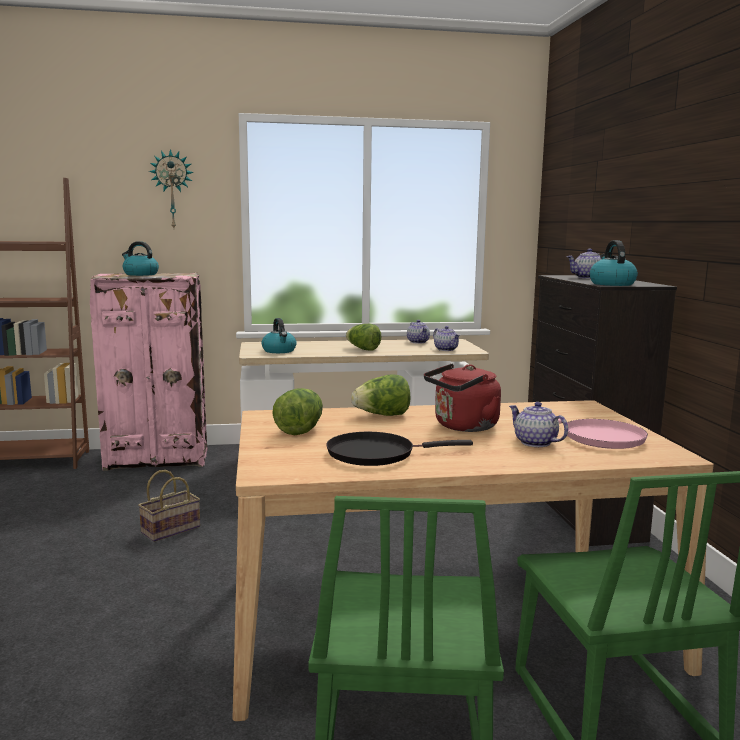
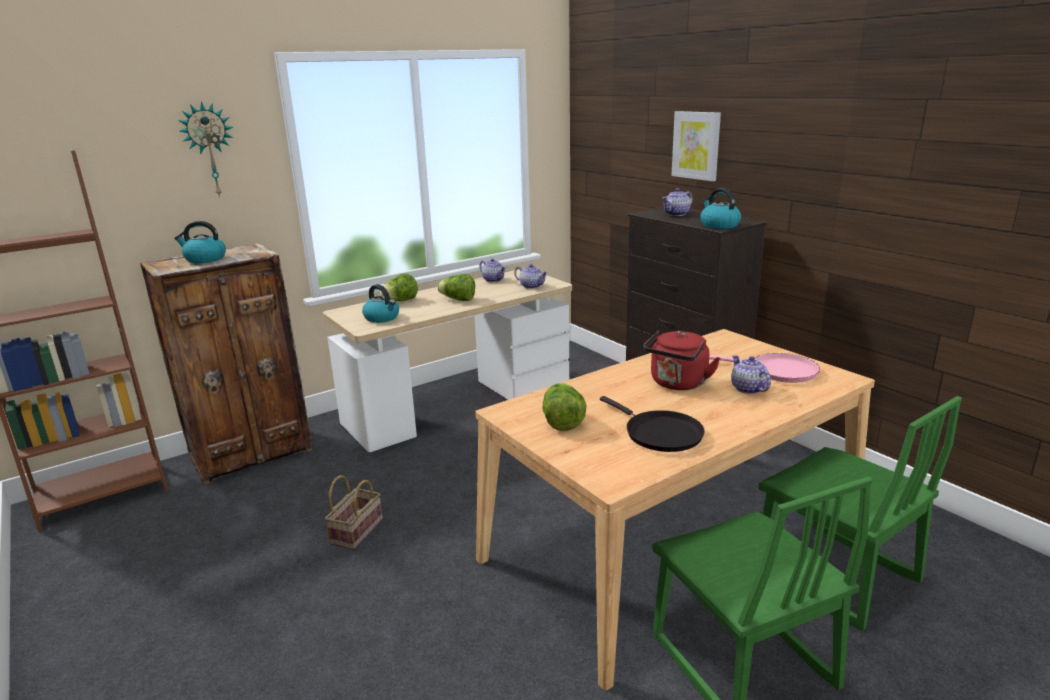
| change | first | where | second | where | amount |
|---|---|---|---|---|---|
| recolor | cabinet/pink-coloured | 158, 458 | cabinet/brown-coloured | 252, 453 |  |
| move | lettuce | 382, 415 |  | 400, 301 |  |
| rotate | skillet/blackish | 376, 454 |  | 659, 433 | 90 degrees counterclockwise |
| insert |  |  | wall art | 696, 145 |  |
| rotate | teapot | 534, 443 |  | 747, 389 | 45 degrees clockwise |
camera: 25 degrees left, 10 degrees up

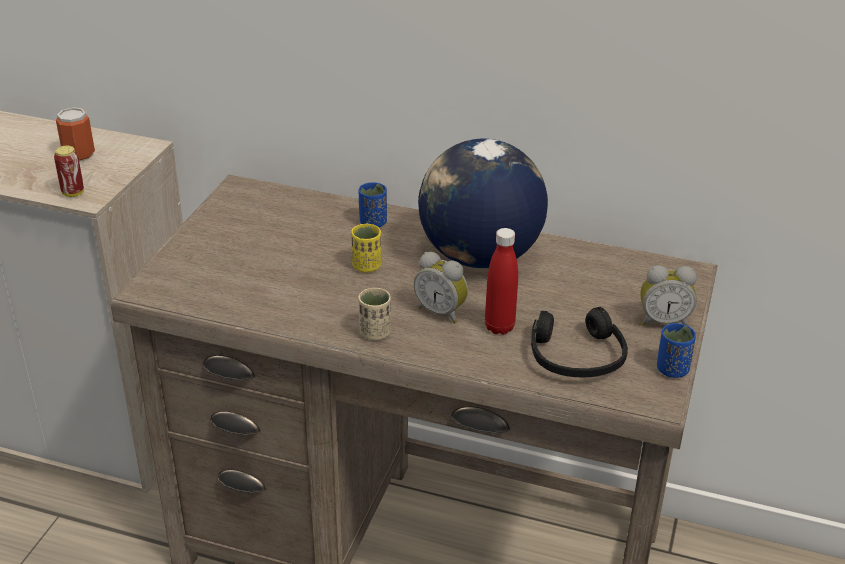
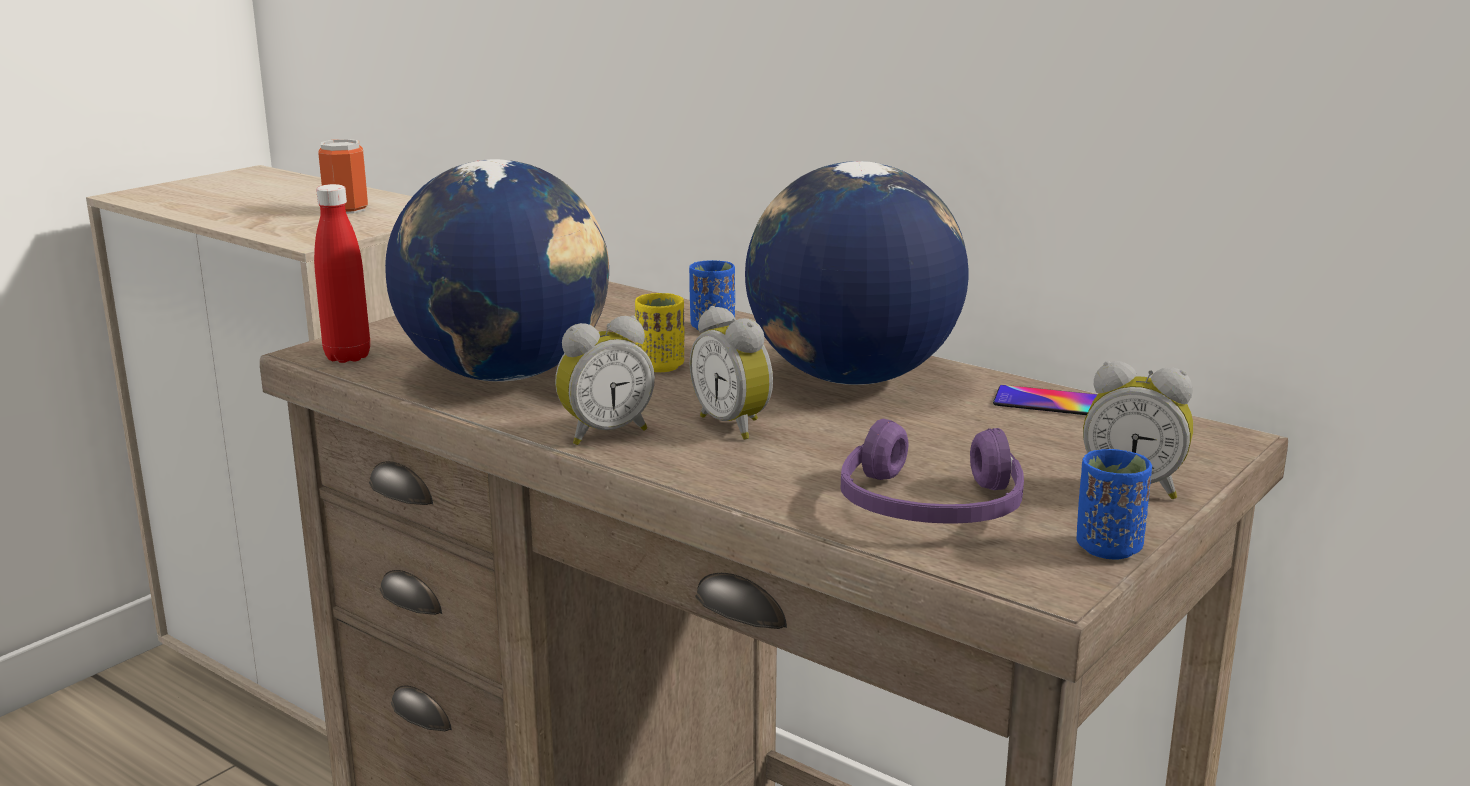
| change | first | where | second | where | amount |
|---|---|---|---|---|---|
| move | drink bottle/red | 499, 327 |  | 347, 357 |  |
| insert |  |  | world globe | 506, 374 |  |
| replace | cup/sand-coloured | 375, 333 | bedside clock | 604, 433 |  |
| recolor | pair of headphones/blackish | 576, 356 | pair of headphones/purple | 931, 505 |  |
| insert |  |  | telephone | 1052, 403 |  |
| delete | metal can | 73, 193 |  |  |  |
camera: 20 degrees right, 15 degrees down

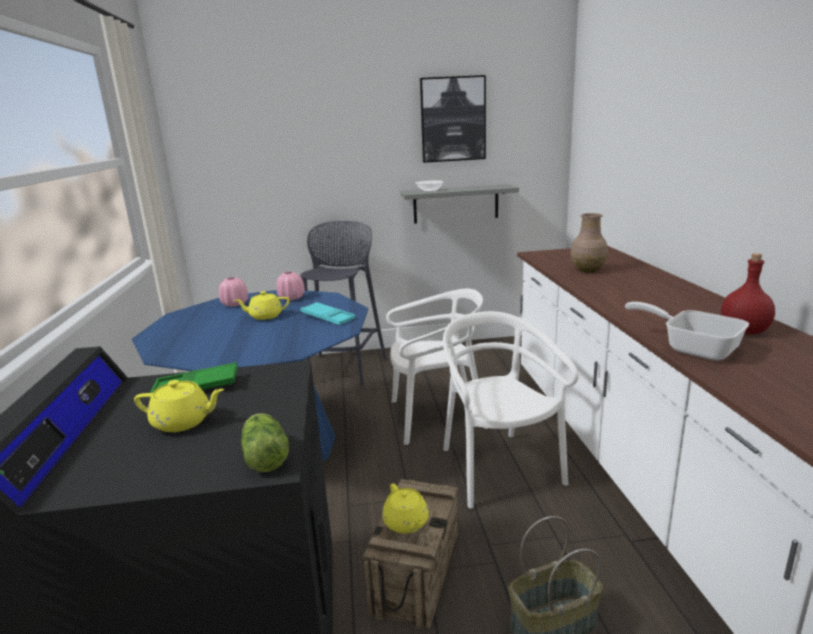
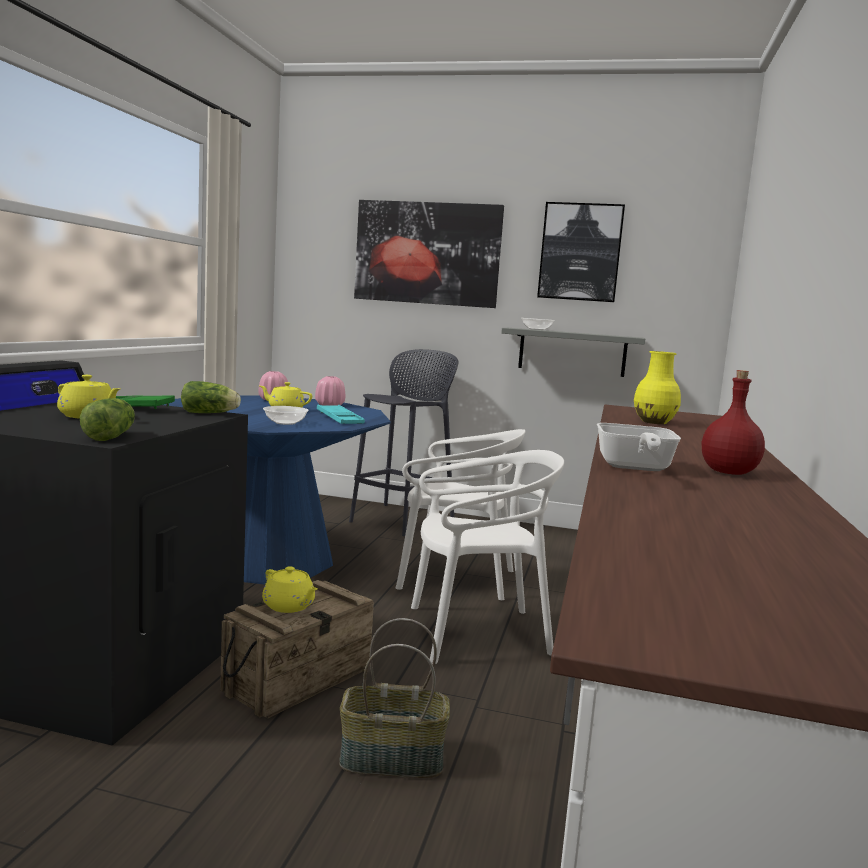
| change | first | where | second | where | amount |
|---|---|---|---|---|---|
| insert |  |  | lettuce | 211, 413 |  |
| rotate | teapot/yellow-coloured | 406, 523 |  | 289, 606 | 45 degrees counterclockwise |
| insert |  |  | bowl | 285, 423 |  |
| insert |  |  | wall art | 427, 253 |  |
| rotate | upright chair/whitish | 498, 468 |  | 477, 633 | 75 degrees clockwise |
| rotate | skillet | 692, 348 |  | 633, 468 | 150 degrees counterclockwise |
| recolor | flower vase/brown-coloured | 587, 270 | flower vase/yellow-coloured | 653, 422 |  |
camera: 20 degrees right, 10 degrees down

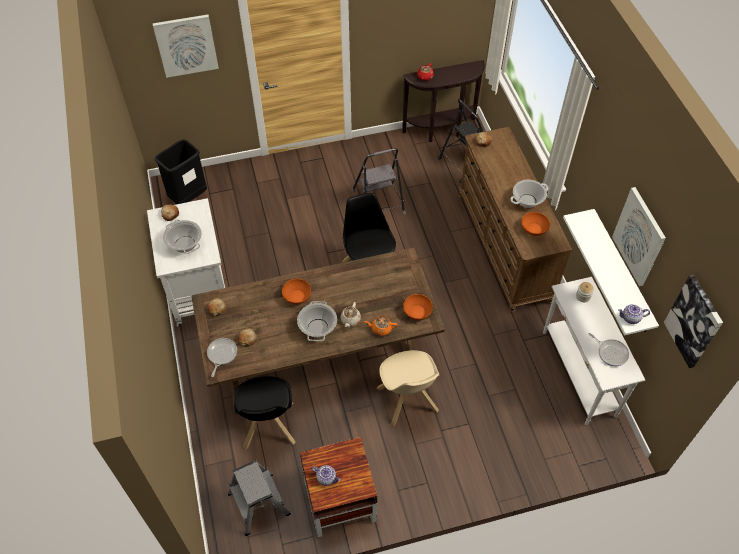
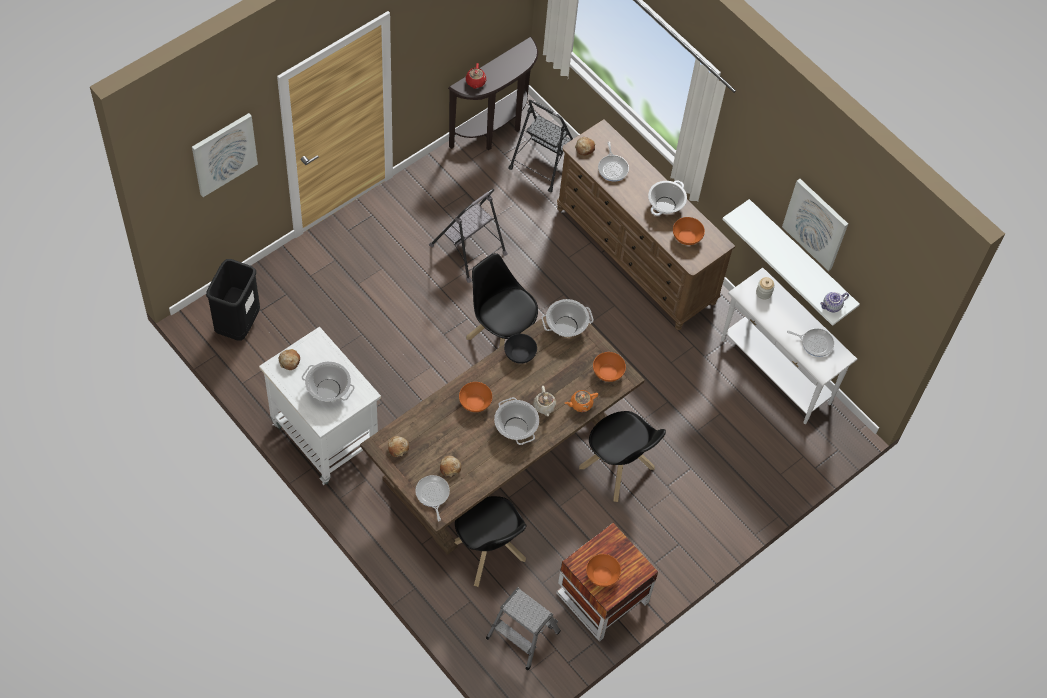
| change | first | where | second | where | amount |
|---|---|---|---|---|---|
| insert |  |  | bowl/blackish | 519, 354 |  |
| insert |  |  | cooking pot | 566, 326 |  |
| recolor | upright chair/sand-coloured | 407, 401 | upright chair/blackish | 618, 469 |  |
| replace | teapot | 327, 478 | bowl/orangey | 602, 575 |  |
| insert |  |  | skillet | 613, 168 |  |
| delete | wall art | 694, 321 |  |  |  |
camera: 30 degrees left, 5 degrees up

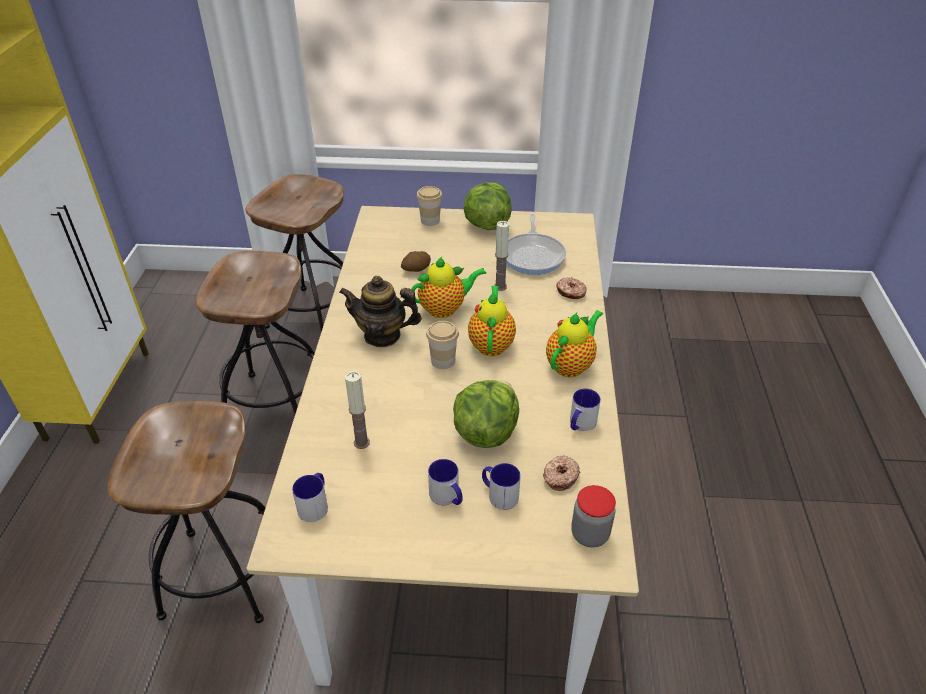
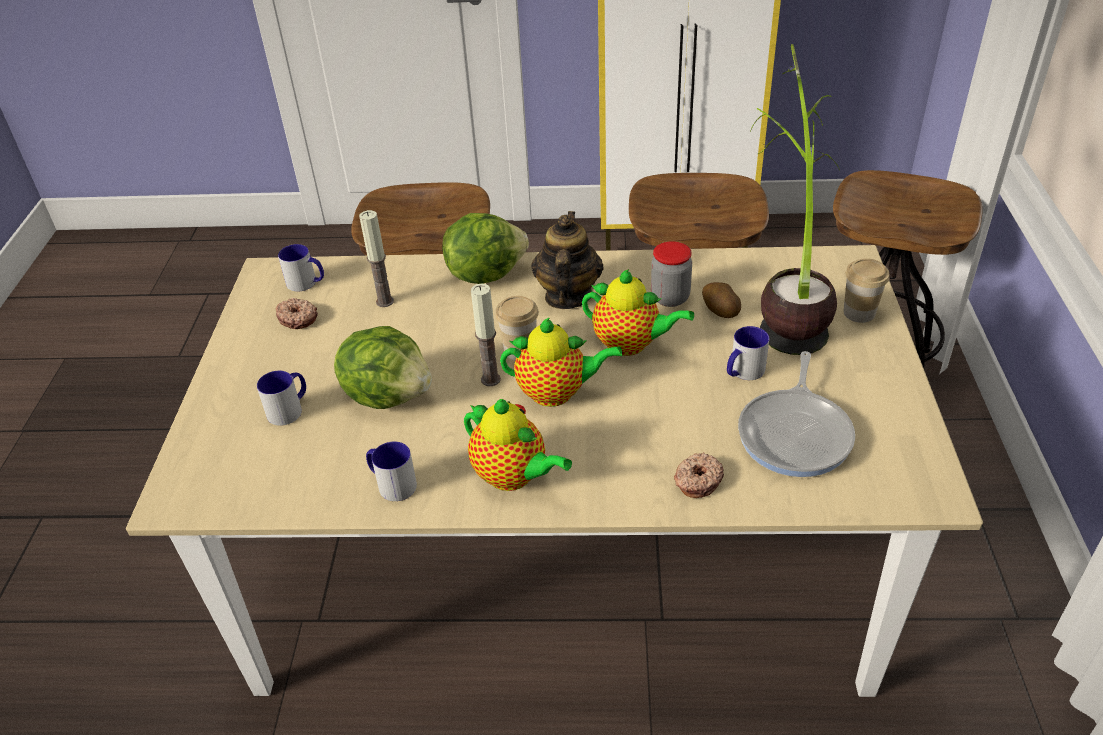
| change | first | where | second | where | amount |
|---|---|---|---|---|---|
| move | donut | 560, 477 |  | 298, 318 |  |
| move | lettuce | 486, 224 |  | 485, 273 |  |
| move | wax candle | 500, 286 |  | 490, 379 |  |
| rotate | teapot | 445, 309 |  | 631, 344 | 45 degrees counterclockwise |
| move | jar | 589, 534 |  | 670, 298 |  |
| move | mug | 447, 497 |  | 743, 372 |  |
| rotate | skillet | 533, 255 |  | 796, 434 | 75 degrees counterclockwise |
| insert |  |  | houseplant | 787, 305 |  |
camera: 90 degrees right, 0 degrees up

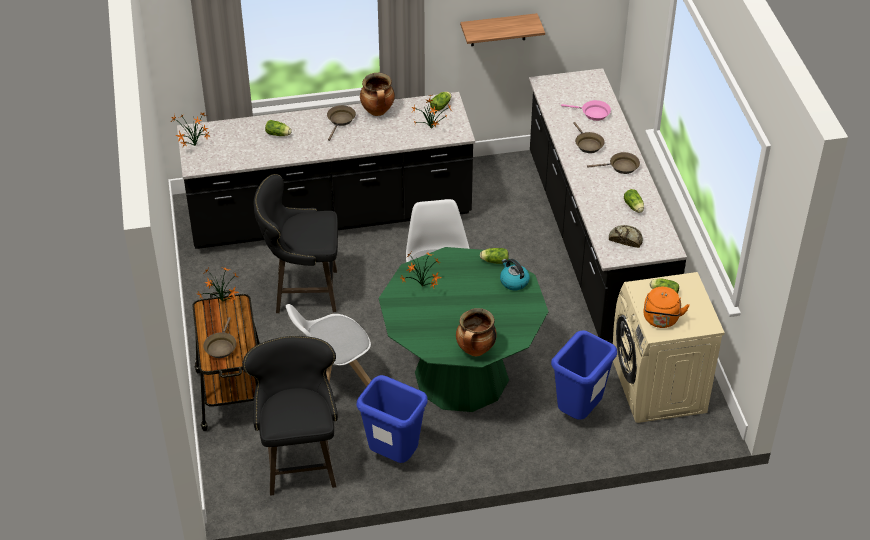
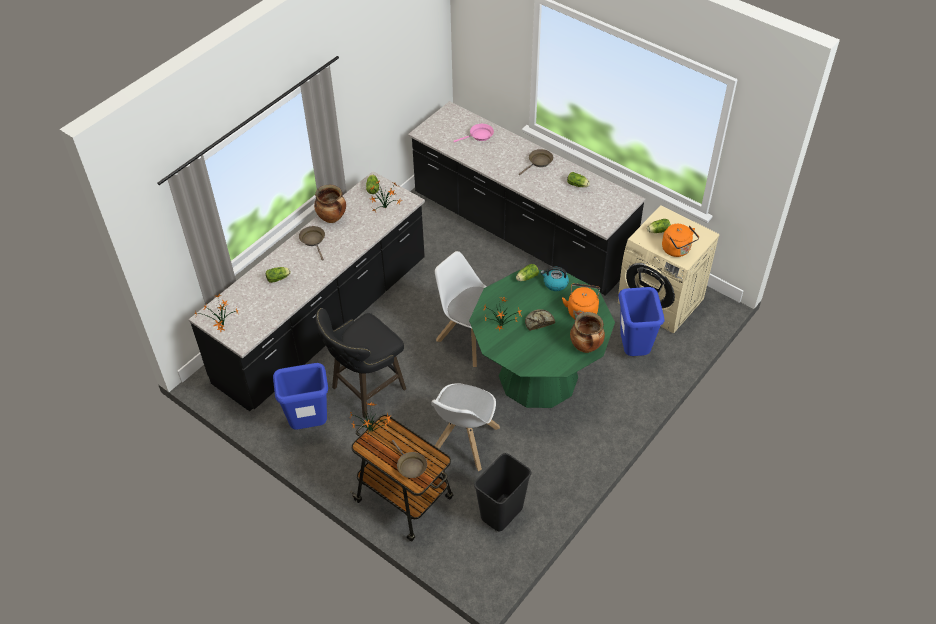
| change | first | where | second | where | amount |
|---|---|---|---|---|---|
| move | rubbish bin/bluish | 394, 457 |  | 310, 424 |  |
| replace | stool/blackish | 299, 461 | rubbish bin/blackish | 501, 512 |  |
| move | bread | 625, 238 |  | 538, 322 |  |
| insert |  |  | water kettle/orangey | 582, 311 |  |
| delete | wall shelf | 498, 30 |  |  |  |
| delete | skillet/brown-coloured | 587, 144 |  |  |  |
camera: 40 degrees left, 5 degrees up

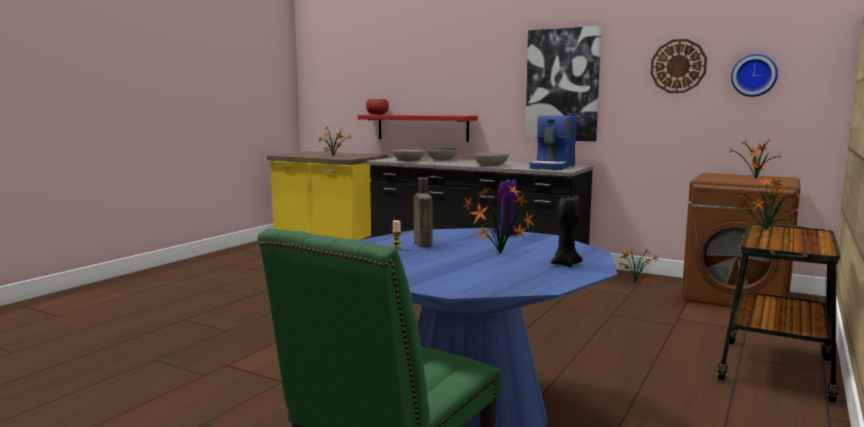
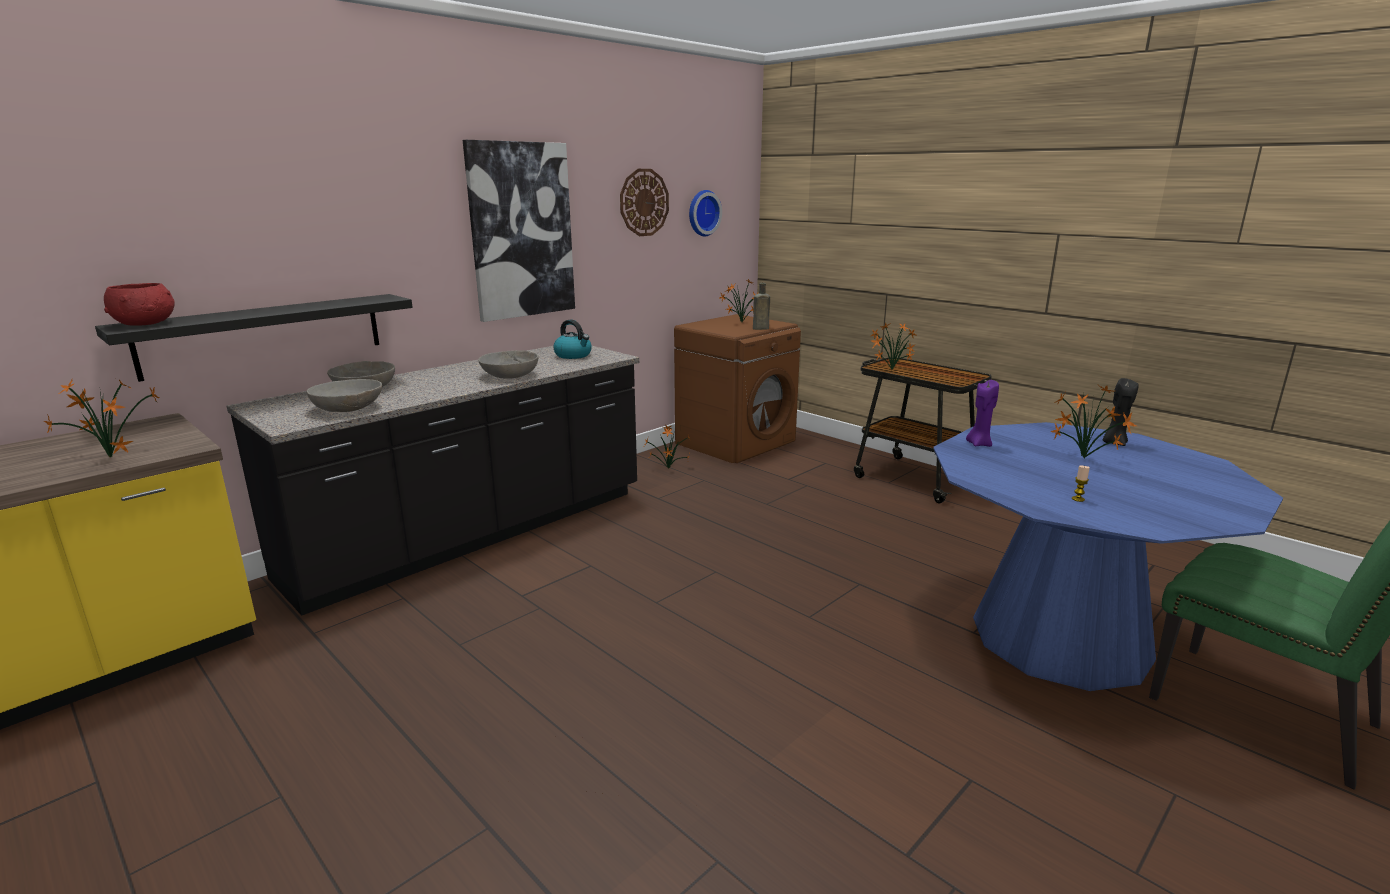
| change | first | where | second | where | amount |
|---|---|---|---|---|---|
| recolor | wall shelf/red | 422, 127 | wall shelf/blackish | 265, 334 |  |
| replace | coffee brewer | 553, 167 | water kettle | 573, 355 |  |
| move | drink bottle/brown-coloured | 422, 244 |  | 759, 328 |  |
camera: 75 degrees left, 10 degrees up

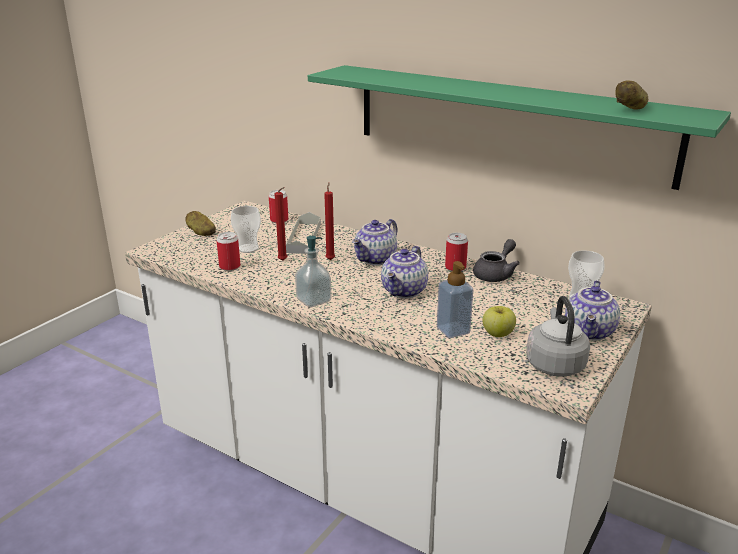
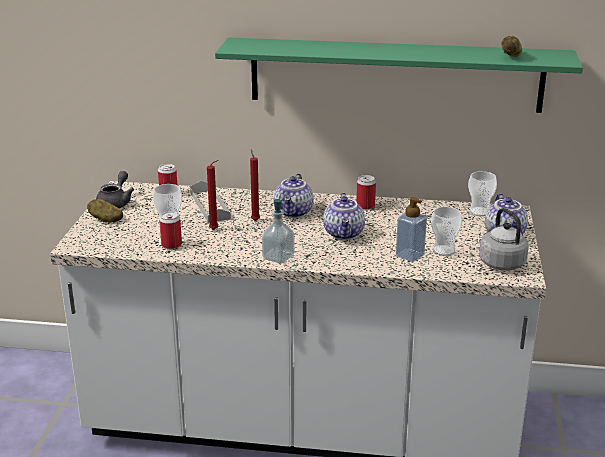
| change | first | where | second | where | amount |
|---|---|---|---|---|---|
| move | teapot/gray | 495, 274 |  | 116, 203 |  |
| replace | apple fruit | 497, 334 | cup | 444, 250 |  |
camera: 25 degrees left, 0 degrees up

